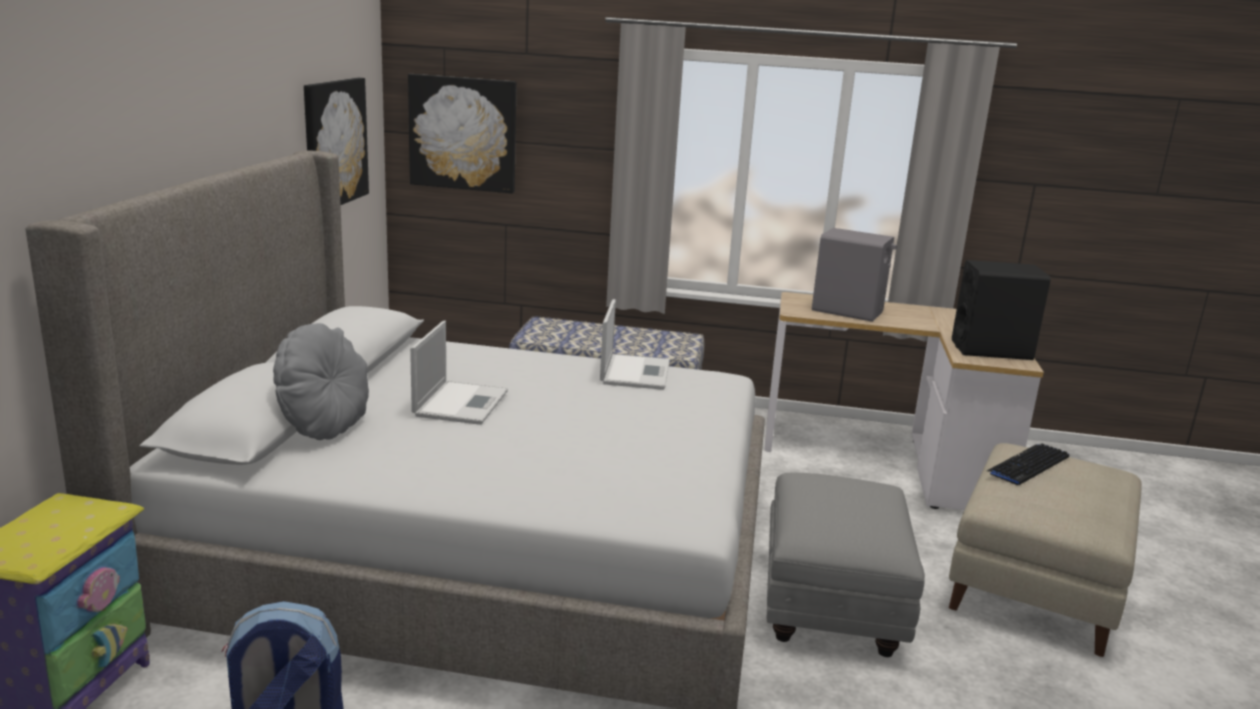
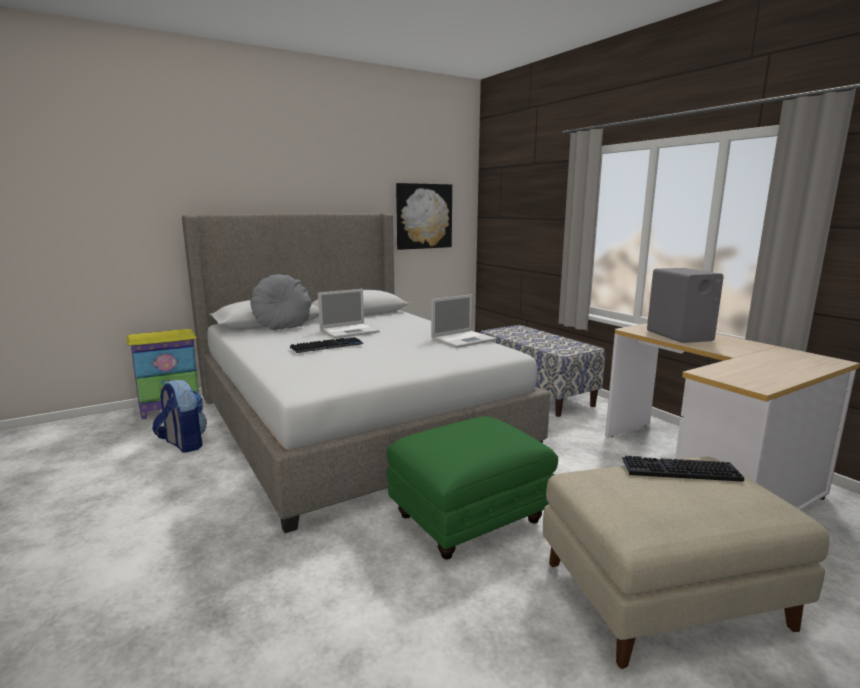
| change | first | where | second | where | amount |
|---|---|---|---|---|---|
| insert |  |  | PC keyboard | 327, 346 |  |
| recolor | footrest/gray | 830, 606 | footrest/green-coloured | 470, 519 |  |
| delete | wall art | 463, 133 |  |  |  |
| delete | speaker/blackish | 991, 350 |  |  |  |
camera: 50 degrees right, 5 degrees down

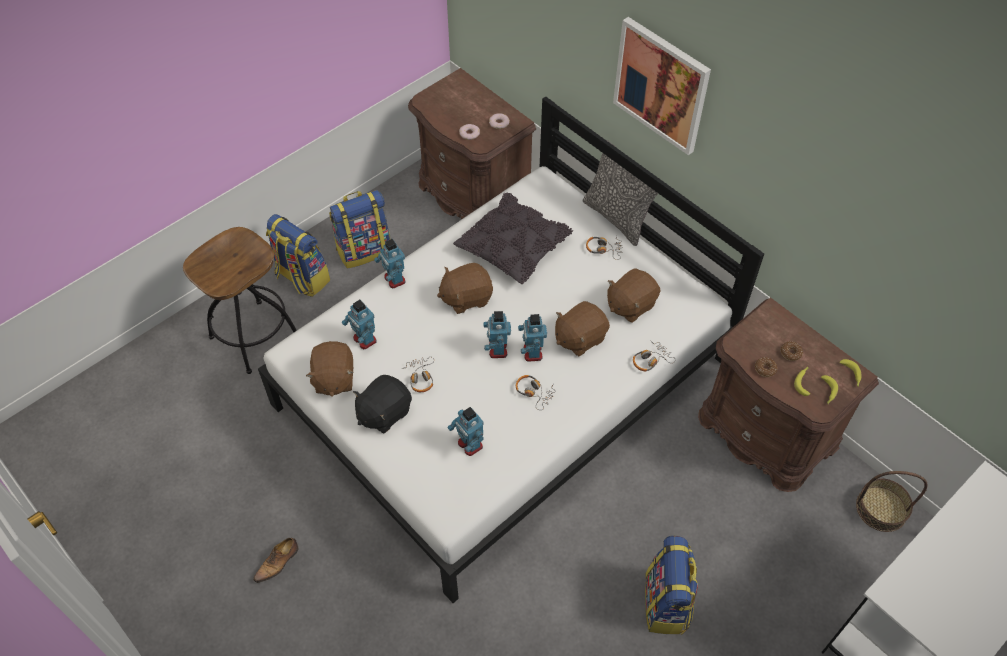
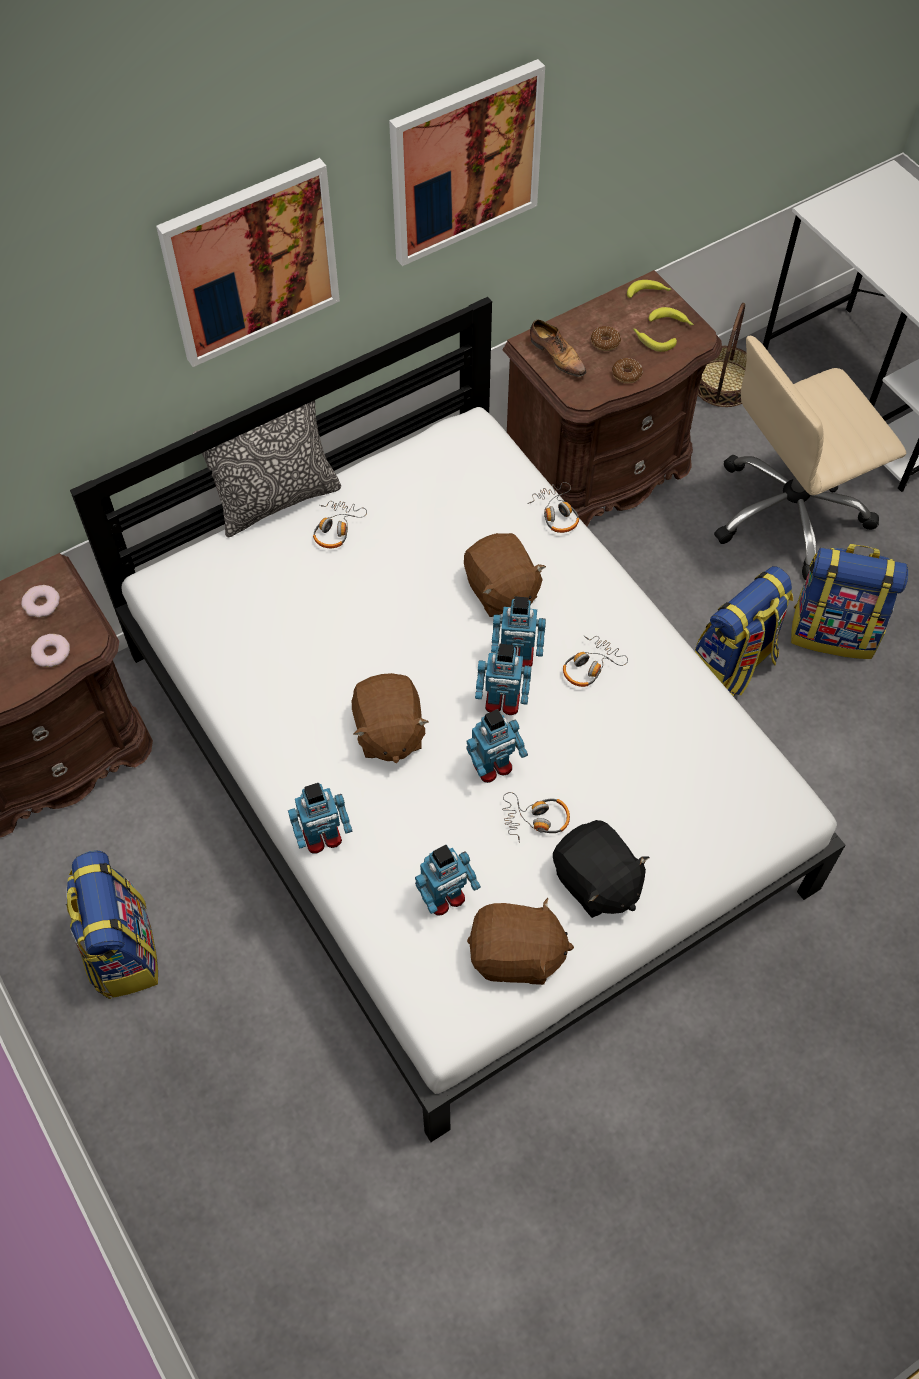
| change | first | where | second | where | amount |
|---|---|---|---|---|---|
| insert |  |  | wall art | 464, 162 |  |
| move | toy robot | 469, 445 |  | 493, 767 |  |
| move | item of footwear | 278, 563 |  | 557, 356 |  |
| move | backpack | 301, 278 |  | 733, 666 |  |
| insert |  |  | office chair/sand-coloured | 789, 513 |  |
| delete | stool/brown-coloured | 254, 336 |  |  |  |
| delete | throw pillow/blackish | 513, 246 |  |  |  |
| delete | soft toy/brown-coloured | 630, 305 |  |  |  |
camera: 80 degrees left, 5 degrees up

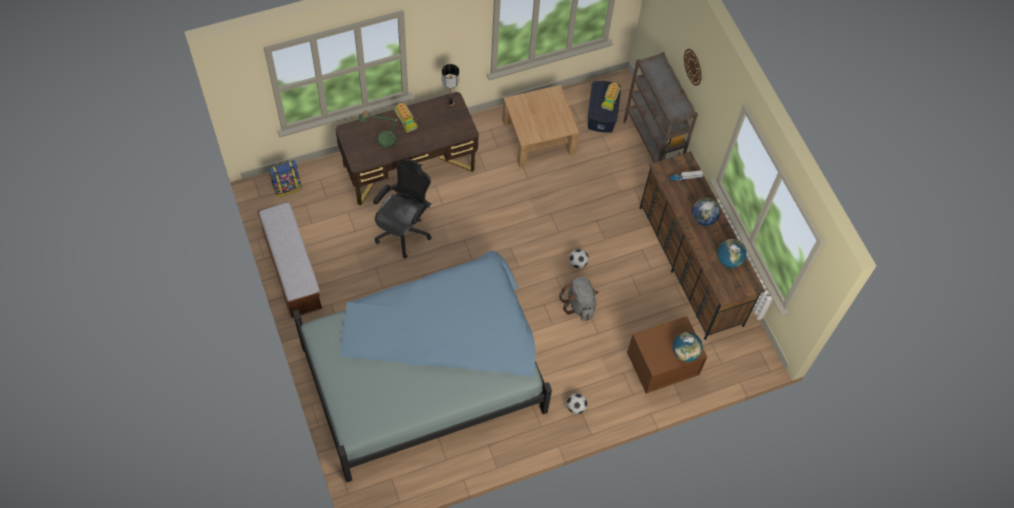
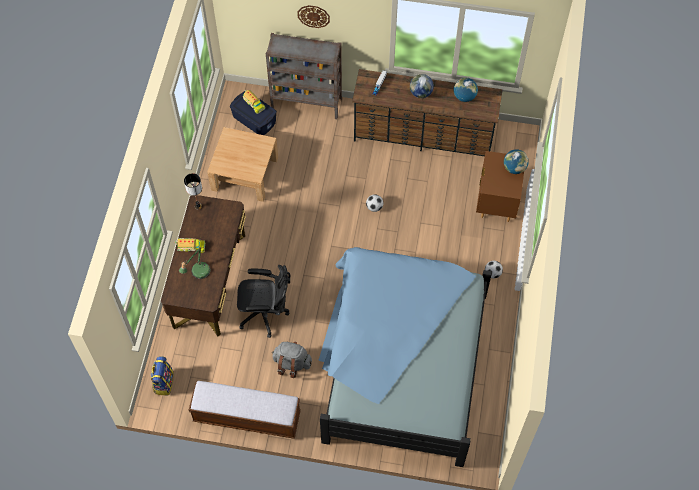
| change | first | where | second | where | amount |
|---|---|---|---|---|---|
| rotate | office chair | 404, 230 |  | 265, 313 | 120 degrees clockwise |
| move | backpack/gray | 579, 304 |  | 292, 363 |  |
camera: 55 degrees left, 0 degrees up

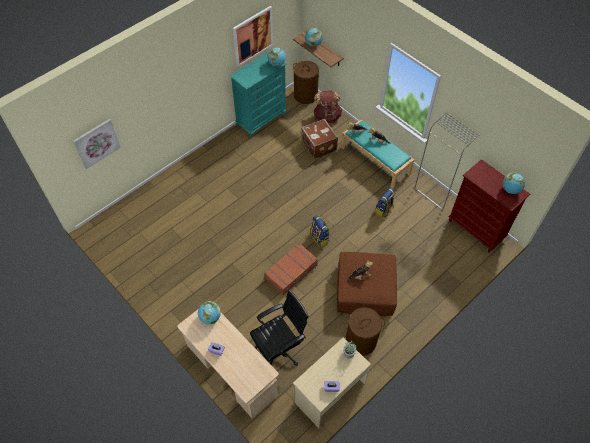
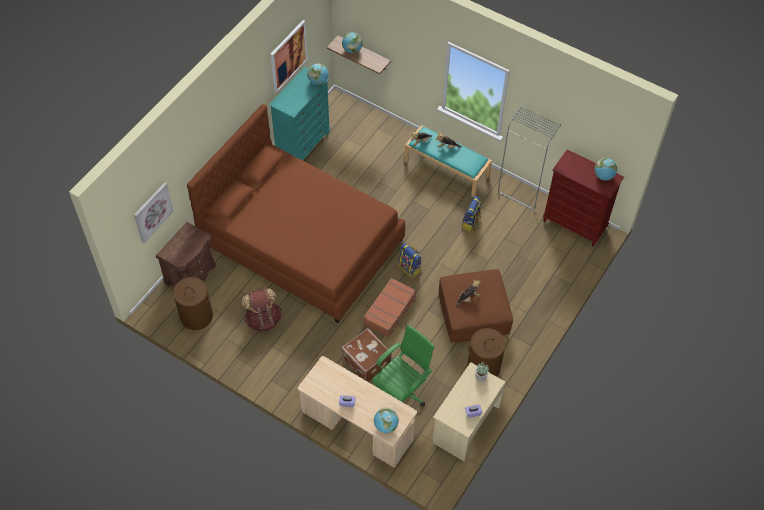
| change | first | where | second | where | amount |
|---|---|---|---|---|---|
| insert |  |  | nightstand/brown-coloured | 192, 273 |  |
| move | hamper/brown-coloured | 305, 95 |  | 196, 316 |  |
| insert |  |  | bedroom bed/brown-coloured | 301, 241 |  |
| move | backpack/brown-coloured | 327, 116 |  | 263, 319 |  |
| move | suitcase/brown-coloured | 318, 146 |  | 366, 363 |  |
| recolor | office chair/blackish | 280, 349 | office chair/green-coloured | 401, 393 |  |
| move | world globe | 210, 317 |  | 385, 425 |  |
camera: 15 degrees left, 0 degrees up

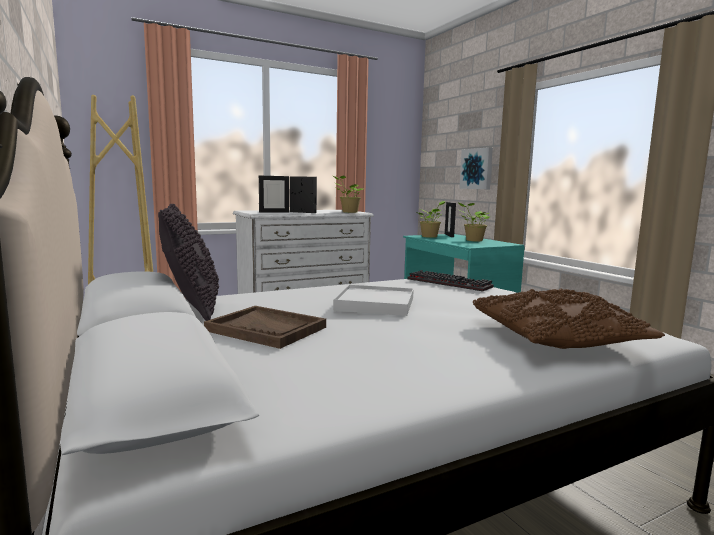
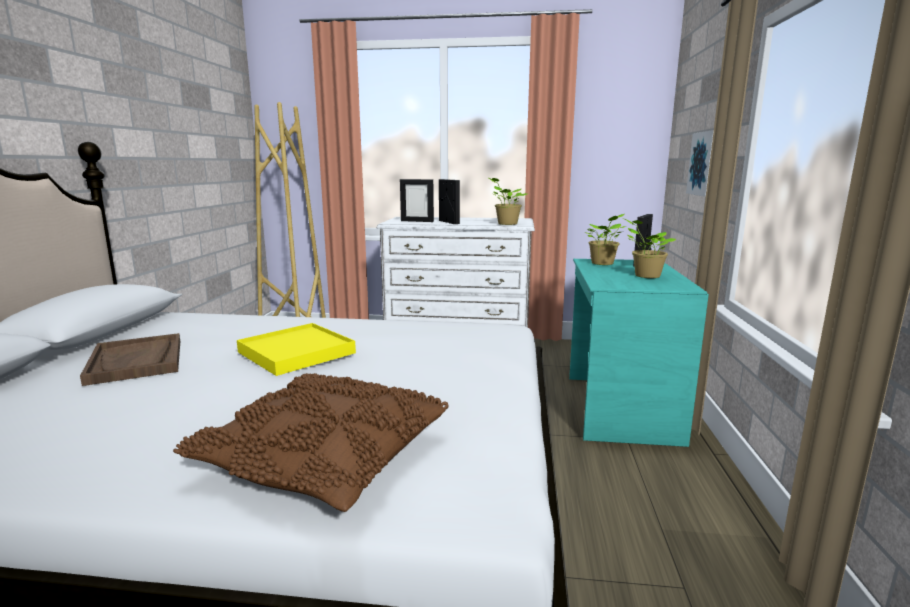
| change | first | where | second | where | amount |
|---|---|---|---|---|---|
| recolor | serving tray/whitish | 375, 304 | serving tray/yellow-coloured | 296, 352 |  |
| delete | throw pillow/blackish | 192, 308 |  |  |  |
| delete | PC keyboard | 451, 283 |  |  |  |
camera: 35 degrees right, 5 degrees up

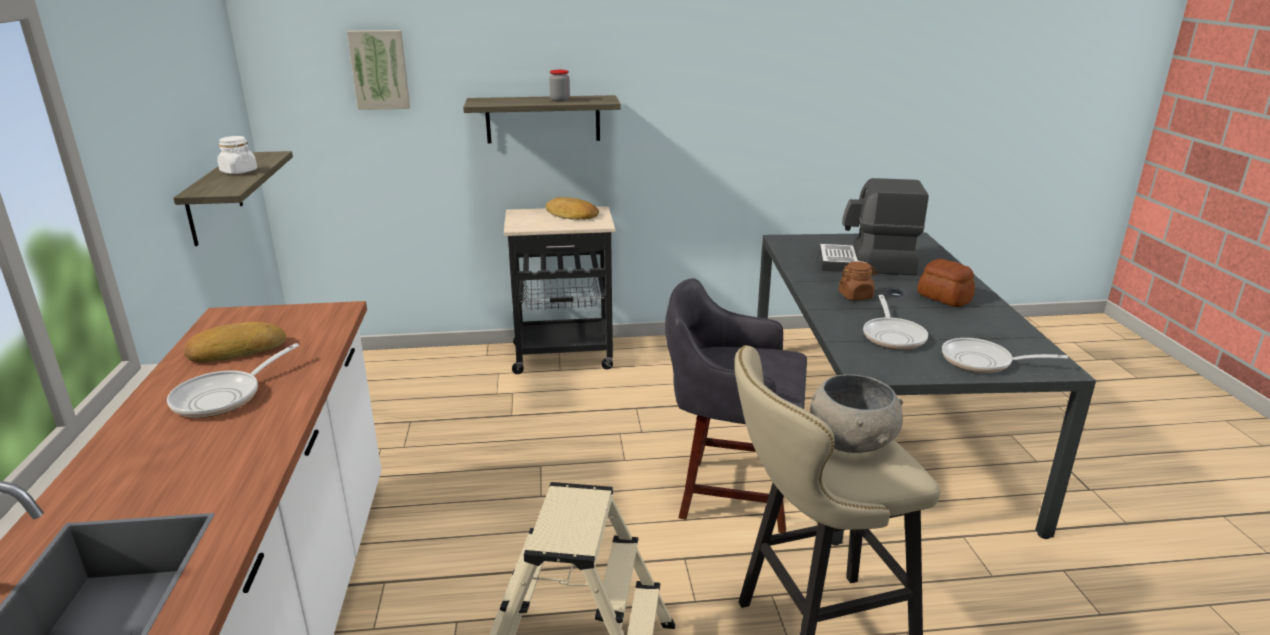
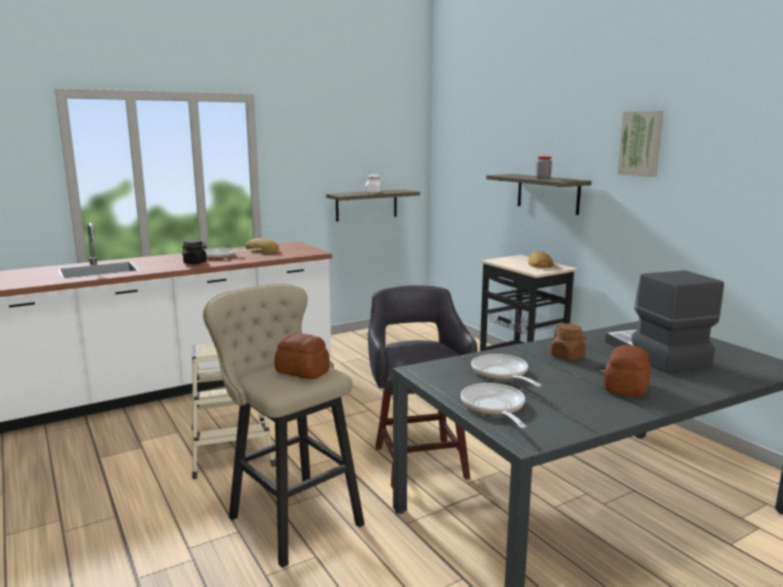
| change | first | where | second | where | amount |
|---|---|---|---|---|---|
| insert |  |  | jar/blackish | 195, 263 |  |
| replace | bowl/gray | 852, 443 | bread | 302, 371 |  |
| rotate | skillet | 893, 336 |  | 501, 374 | 90 degrees clockwise |
| move | wall art | 379, 70 |  | 641, 143 |  |
camera: 65 degrees right, 10 degrees down

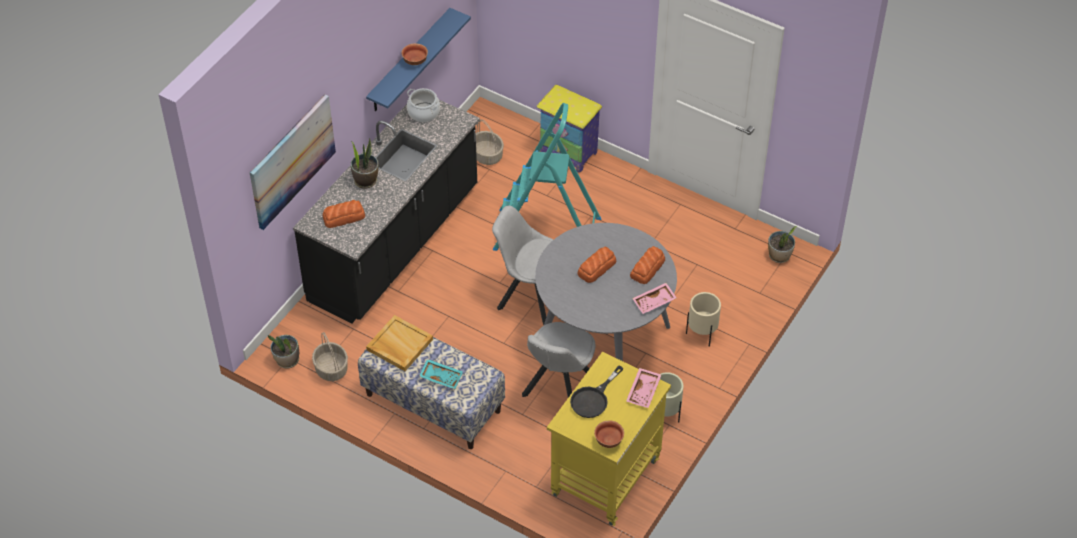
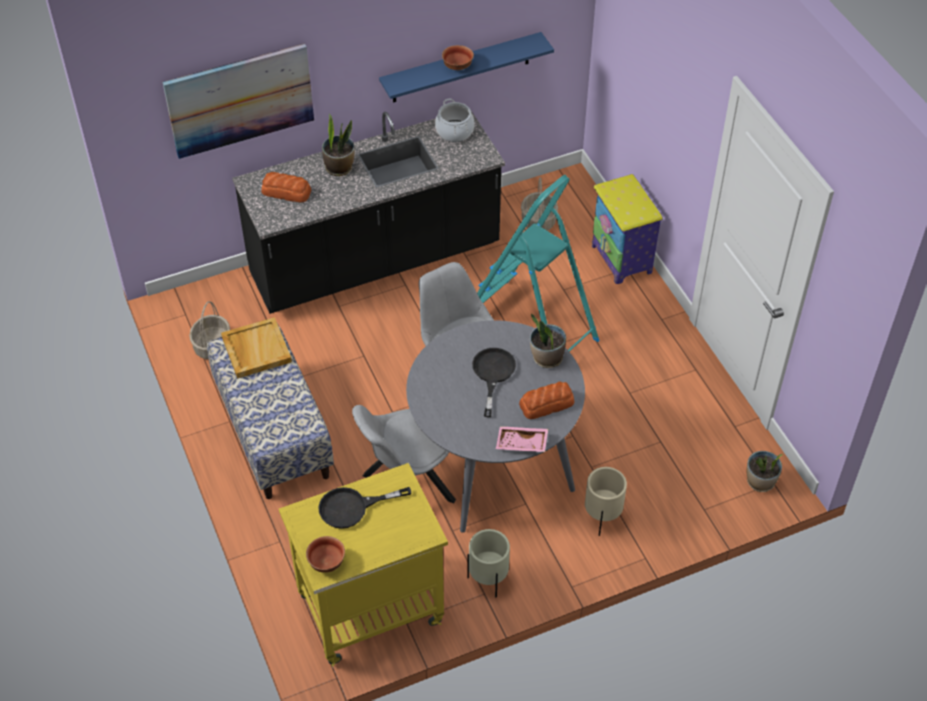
| change | first | where | second | where | amount |
|---|---|---|---|---|---|
| replace | bread | 596, 268 | skillet/blackish | 492, 374 |  |
| move | houseplant | 287, 360 |  | 546, 358 |  |
| delete | serving tray/turquoise | 441, 376 |  |  |  |
| delete | serving tray/pink-coloured | 644, 391 |  |  |  |
camera: 35 degrees right, 0 degrees up

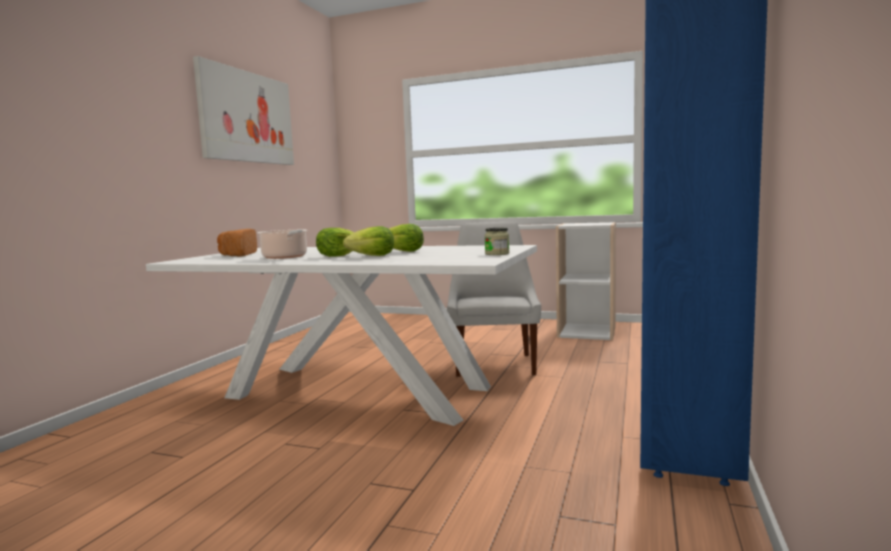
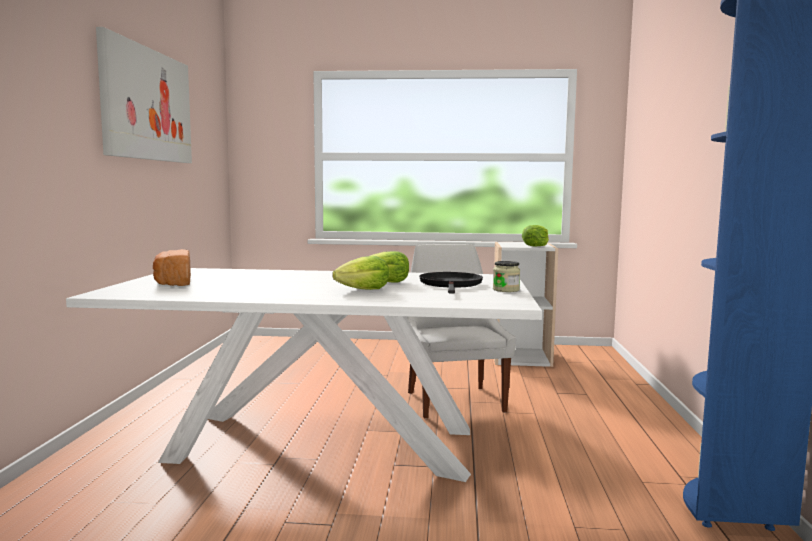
| change | first | where | second | where | amount |
|---|---|---|---|---|---|
| insert |  |  | skillet/blackish | 451, 285 |  |
| move | lettuce | 338, 255 |  | 535, 245 |  |
| delete | cooking pot | 285, 257 |  |  |  |
camera: 15 degrees left, 0 degrees up

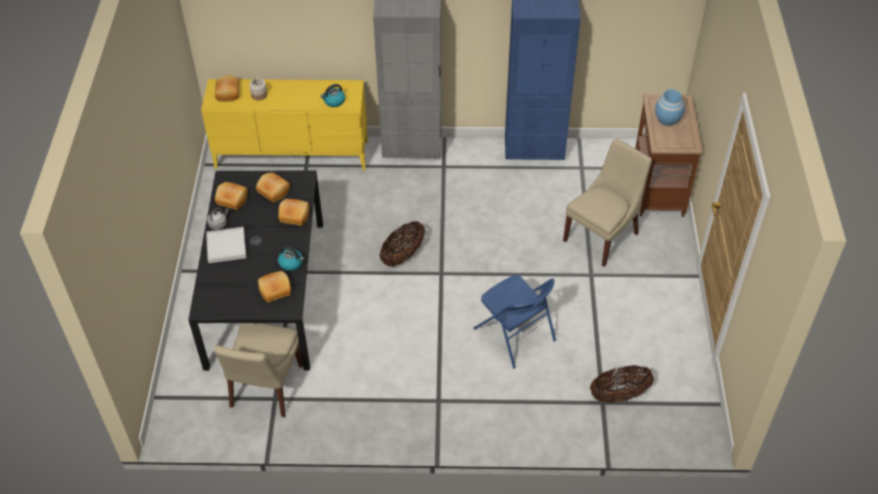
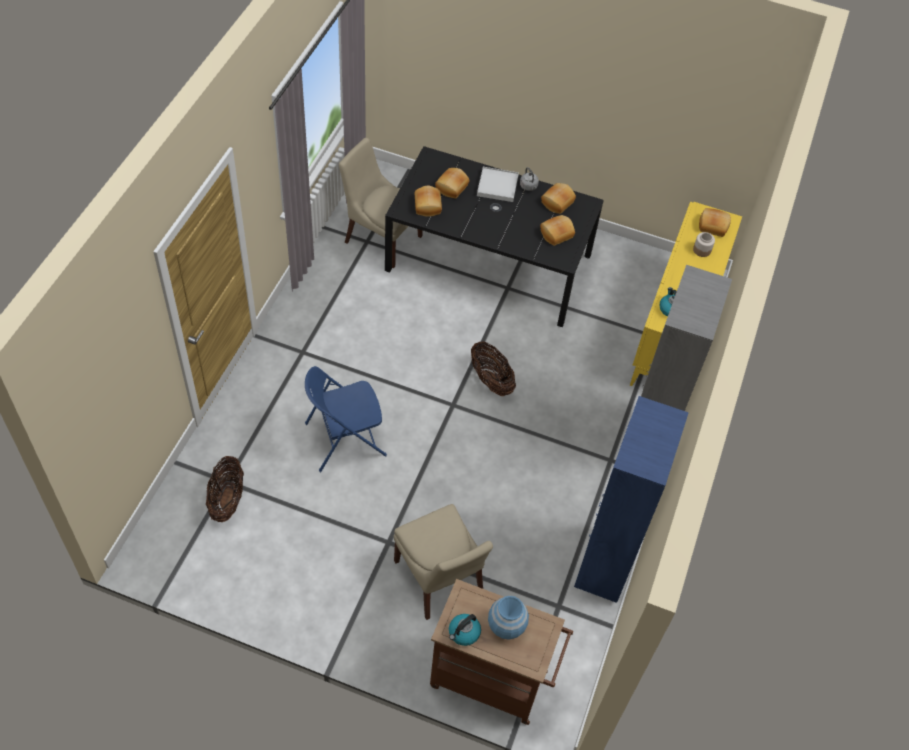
| change | first | where | second | where | amount |
|---|---|---|---|---|---|
| move | bread | 294, 215 |  | 452, 188 |  |
| move | water kettle | 291, 263 |  | 463, 633 |  |
camera: 105 degrees right, 5 degrees up

